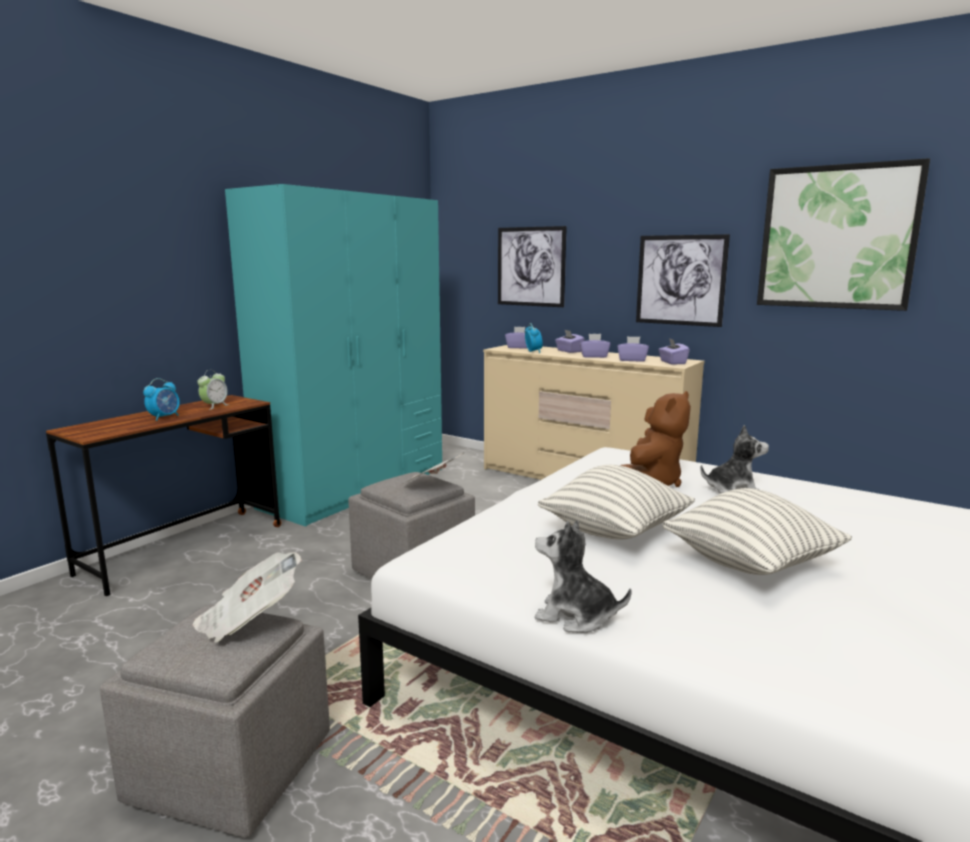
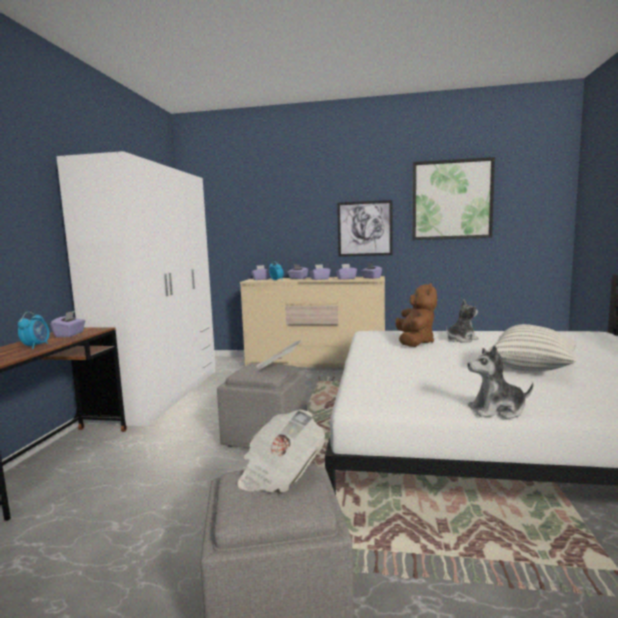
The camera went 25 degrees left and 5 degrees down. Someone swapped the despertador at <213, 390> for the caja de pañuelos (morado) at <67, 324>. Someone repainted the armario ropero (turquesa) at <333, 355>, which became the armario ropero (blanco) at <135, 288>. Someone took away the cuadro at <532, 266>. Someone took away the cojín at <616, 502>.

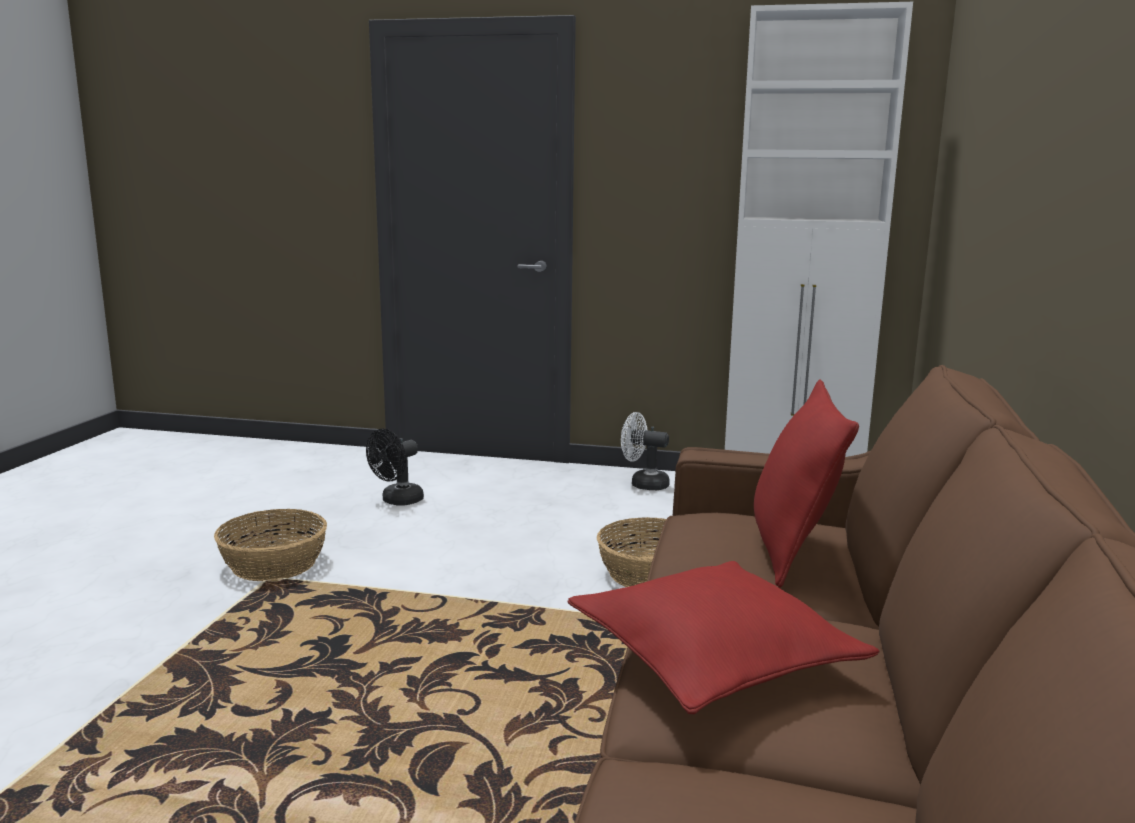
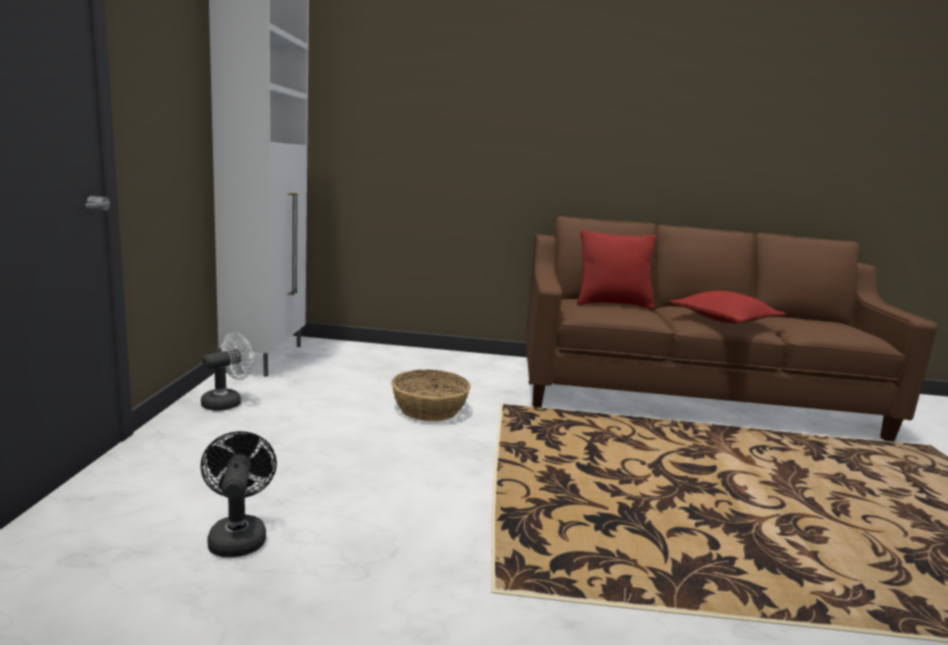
The camera went 100 degrees left and 0 degrees up. Someone rotated the ventilador (blanco) at <645, 451> by 150 degrees counterclockwise. Someone rotated the ventilador (negro) at <395, 467> by 135 degrees counterclockwise. Someone took away the cesta at <270, 545>.

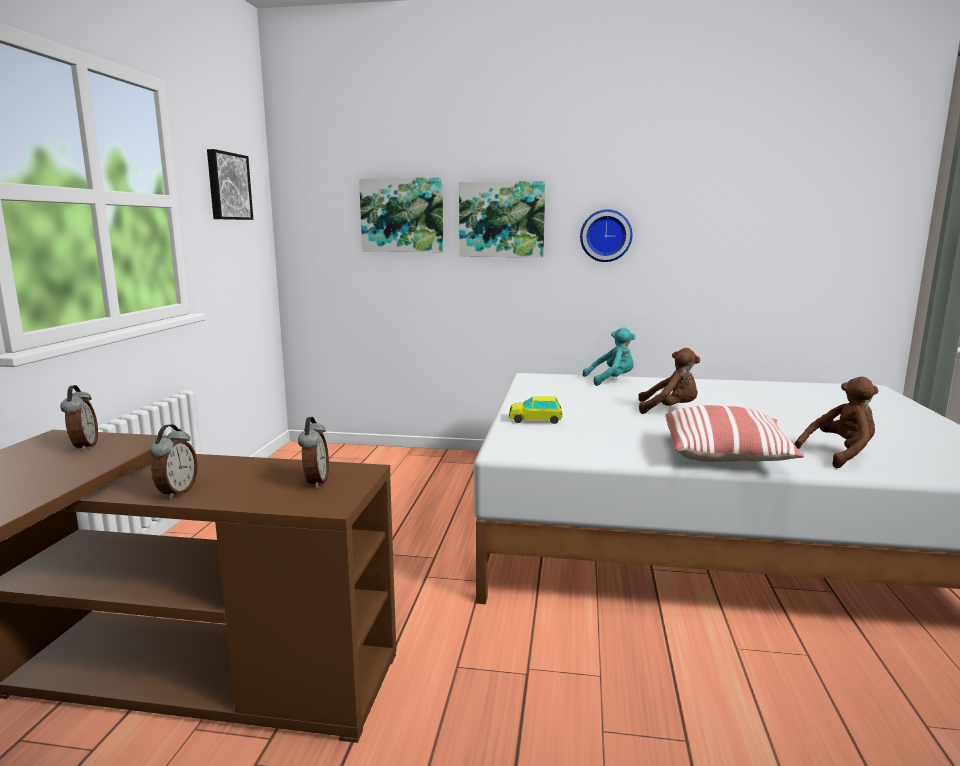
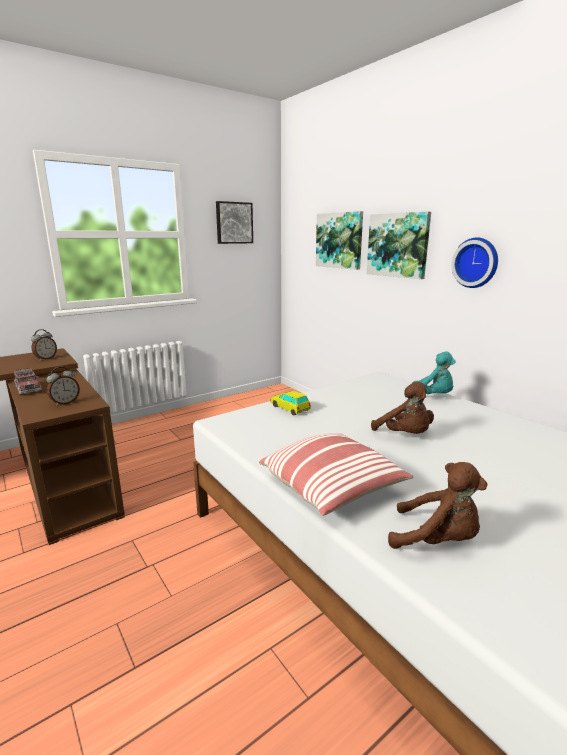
The camera went 45 degrees right and 5 degrees up. Someone swapped the despertador at <174, 461> for the camión de juguete at <28, 381>.

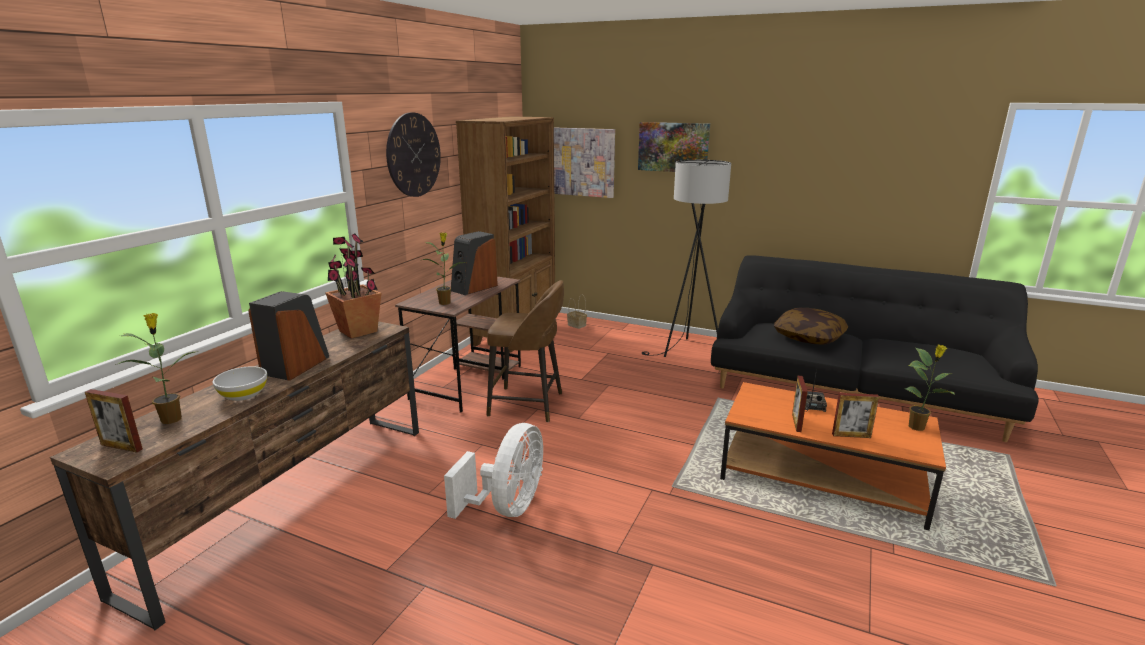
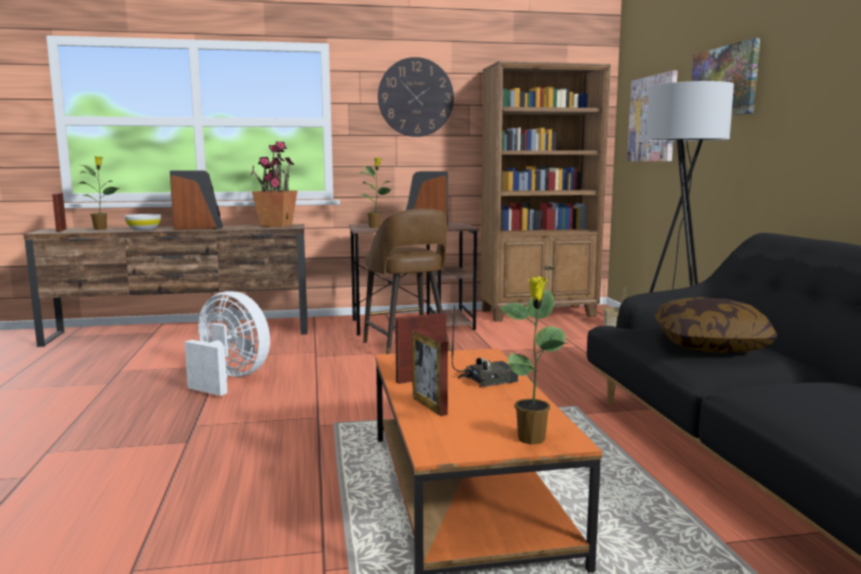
The camera went 55 degrees right and 10 degrees down. Someone rotated the ventilador (blanco) at <493, 471> by 135 degrees counterclockwise.

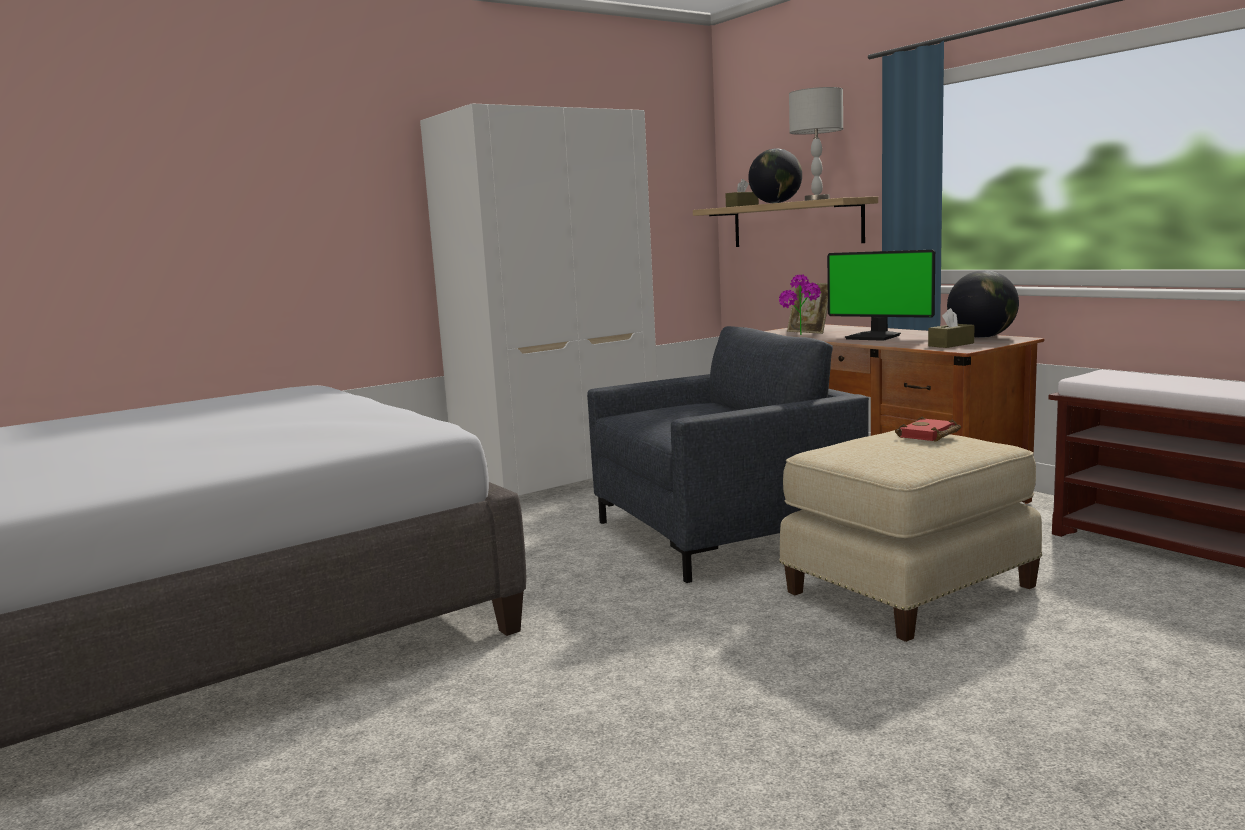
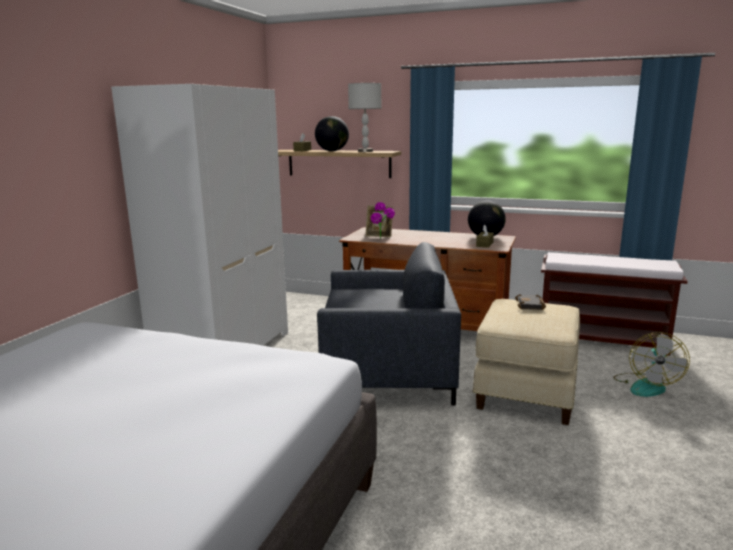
The camera went 35 degrees left and 5 degrees up. Someone rotated the sillón (gris) at <728, 454> by 60 degrees clockwise. Someone repainted the libro (rojo) at <928, 429>, which became the libro (negro) at <530, 302>. Someone put down the ventilador at <651, 364>. Someone took away the monitor at <881, 295>.

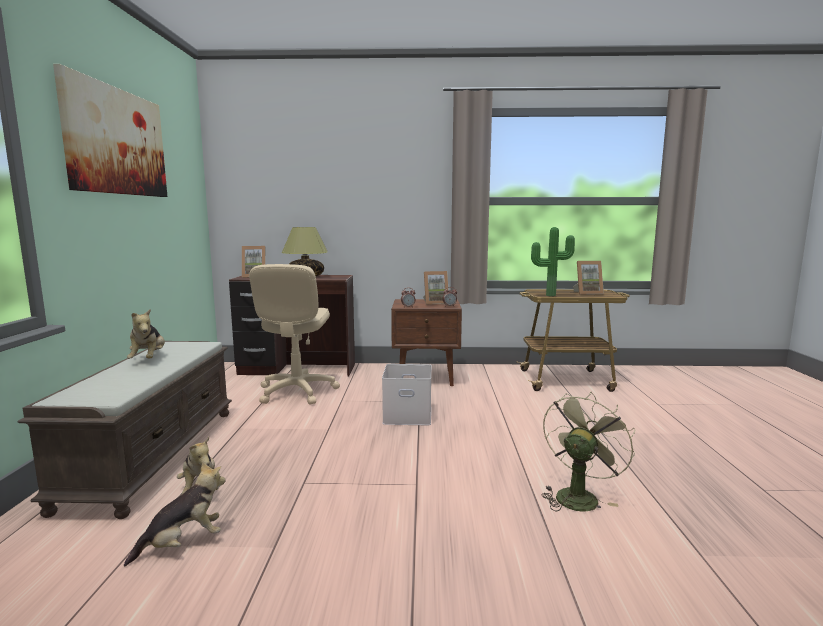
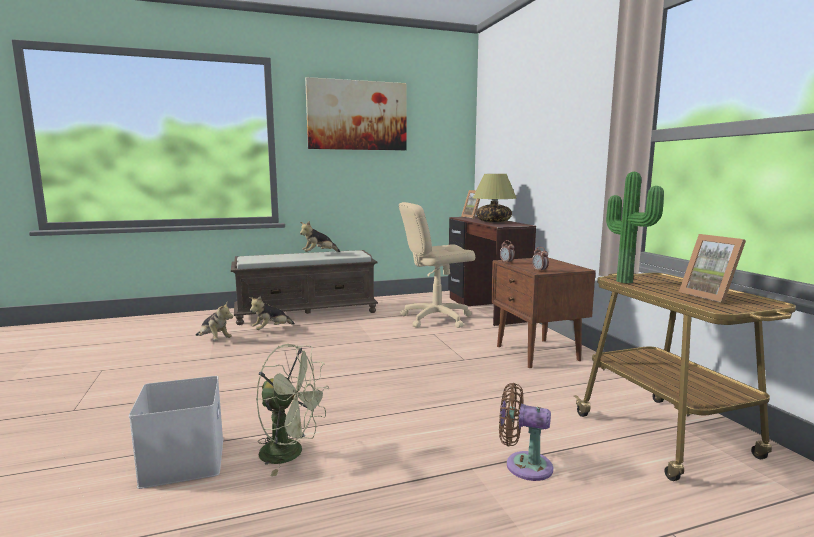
The camera went 70 degrees right and 0 degrees up. Someone carried the caja de almacenaje (blanco) from <406, 394> to <176, 432>. Someone put down the ventilador (marrón) at <526, 432>. Someone took away the portarretratos at <436, 288>.

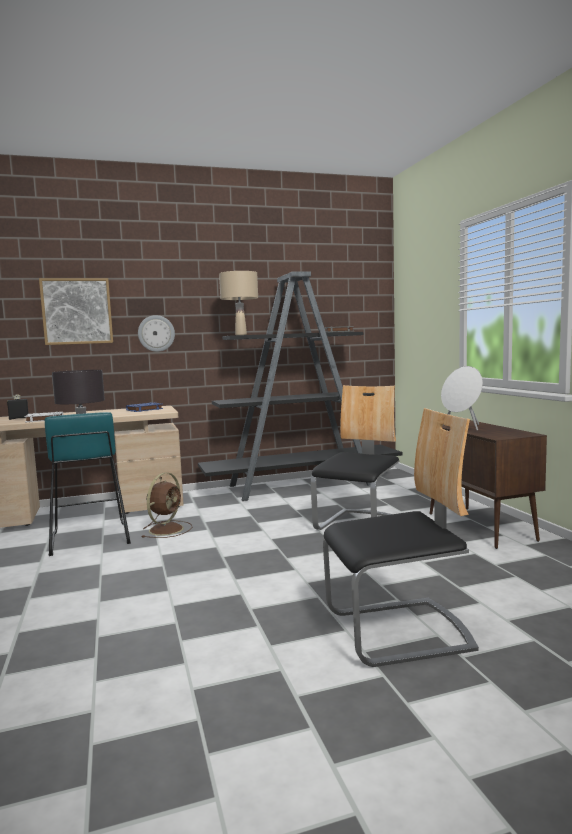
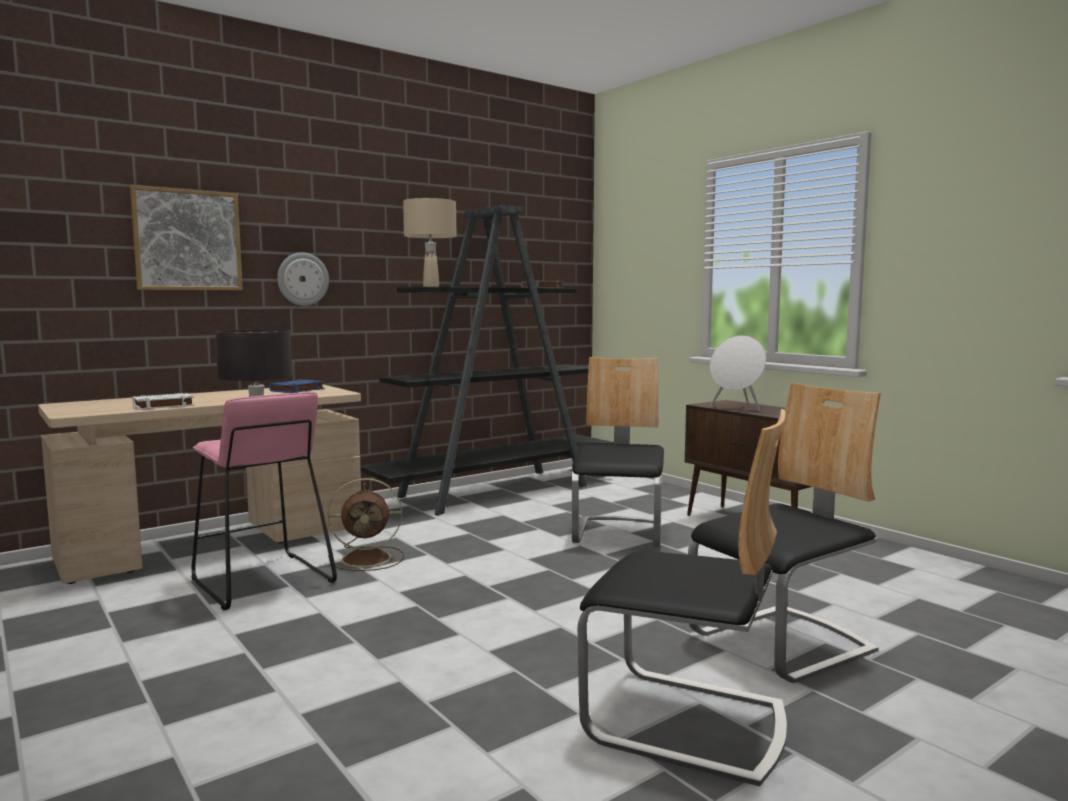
The camera went 20 degrees left and 0 degrees up. Someone repainted the taburete (turquesa) at <88, 484>, which became the taburete (rosa) at <264, 501>. Someone rotated the ventilador (marrón) at <166, 505> by 75 degrees clockwise. Someone put down the silla at <682, 597>. Someone took away the botella (negro) at <18, 407>.

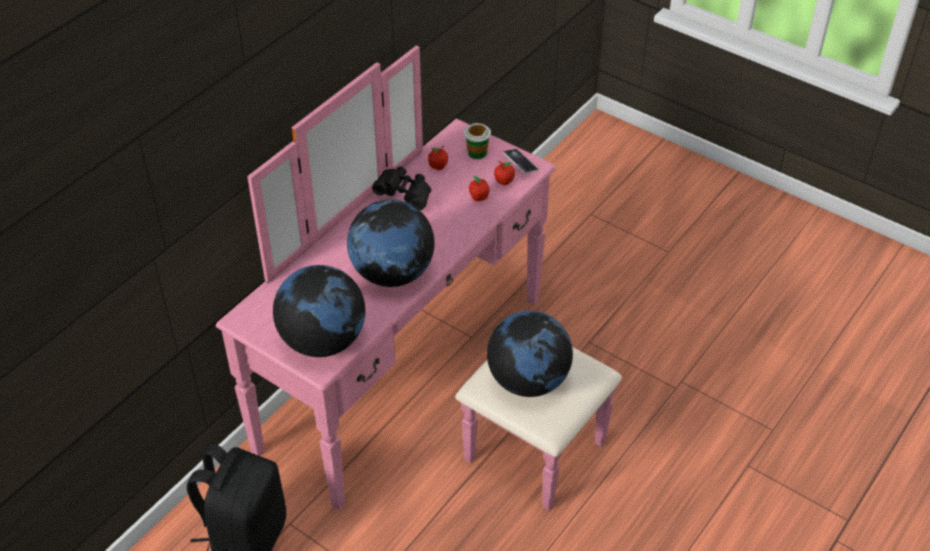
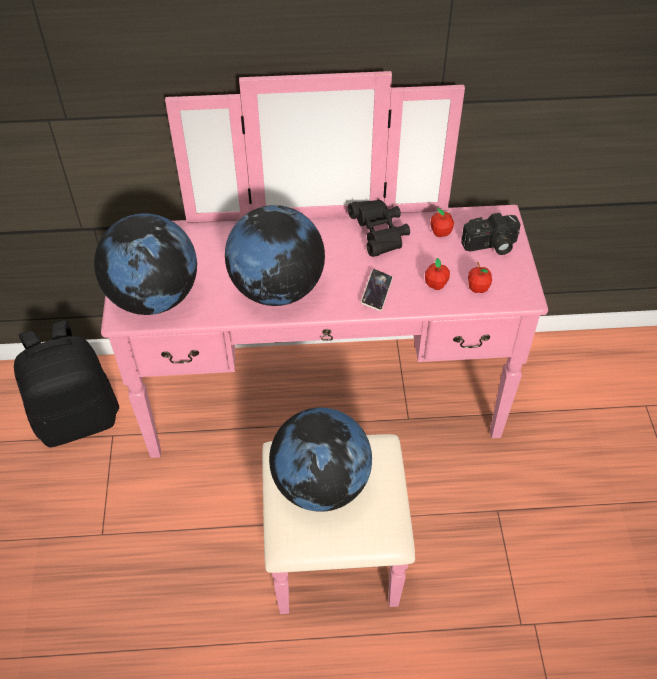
The camera went 50 degrees right and 5 degrees up. Someone carried the móvil from <520, 161> to <377, 290>. Someone swapped the taza at <477, 141> for the cámara at <491, 234>.

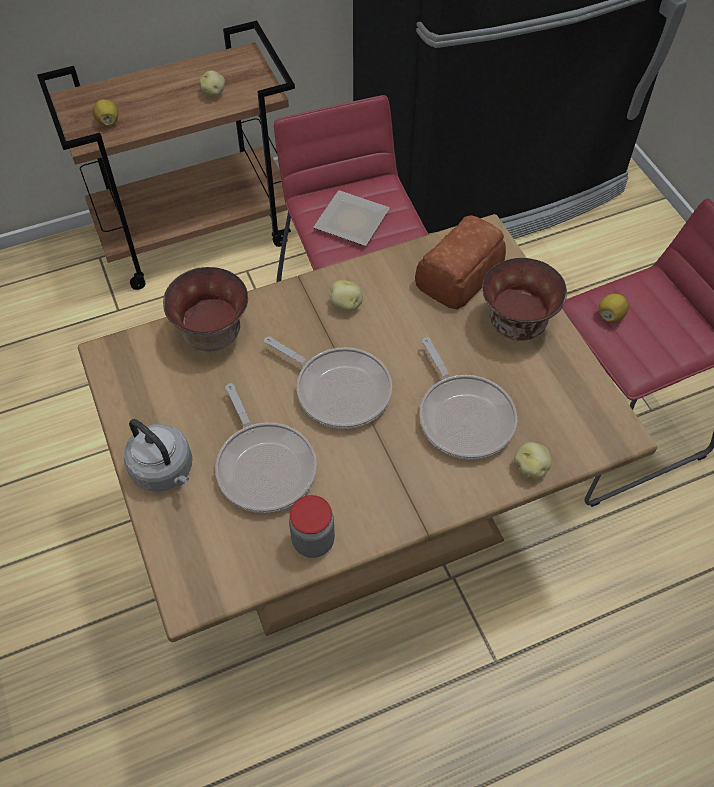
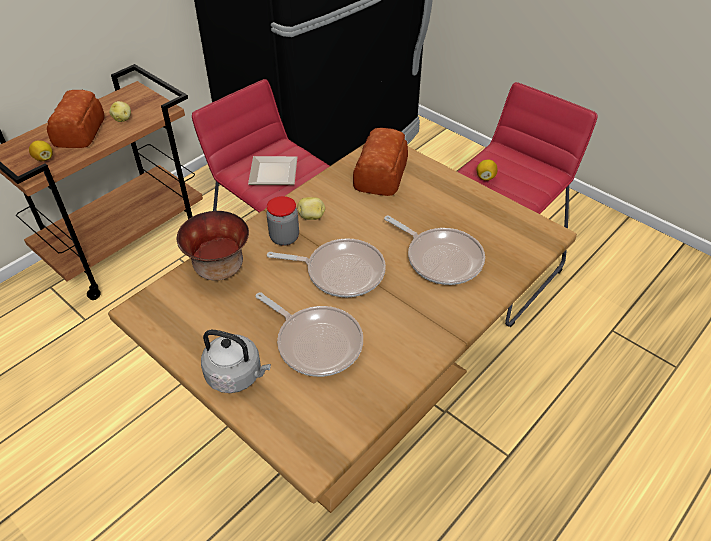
The camera went 25 degrees left and 10 degrees down. Someone put down the pan at <76, 119>. Someone carried the tarro from <312, 526> to <282, 221>. Someone took away the cuenco at <524, 299>. Someone took away the patata at <533, 460>.

